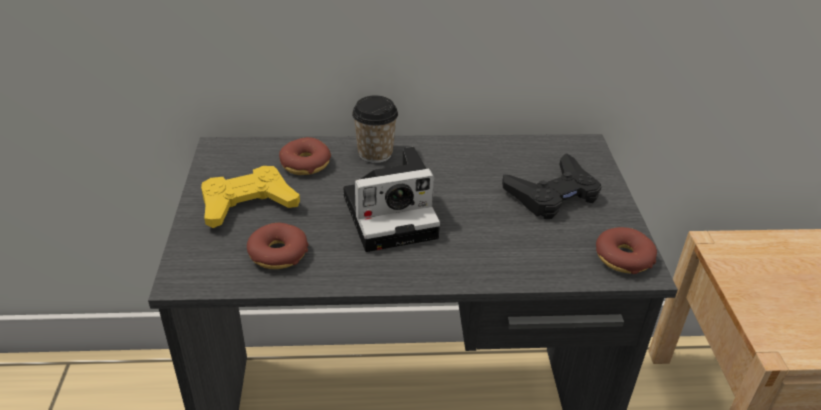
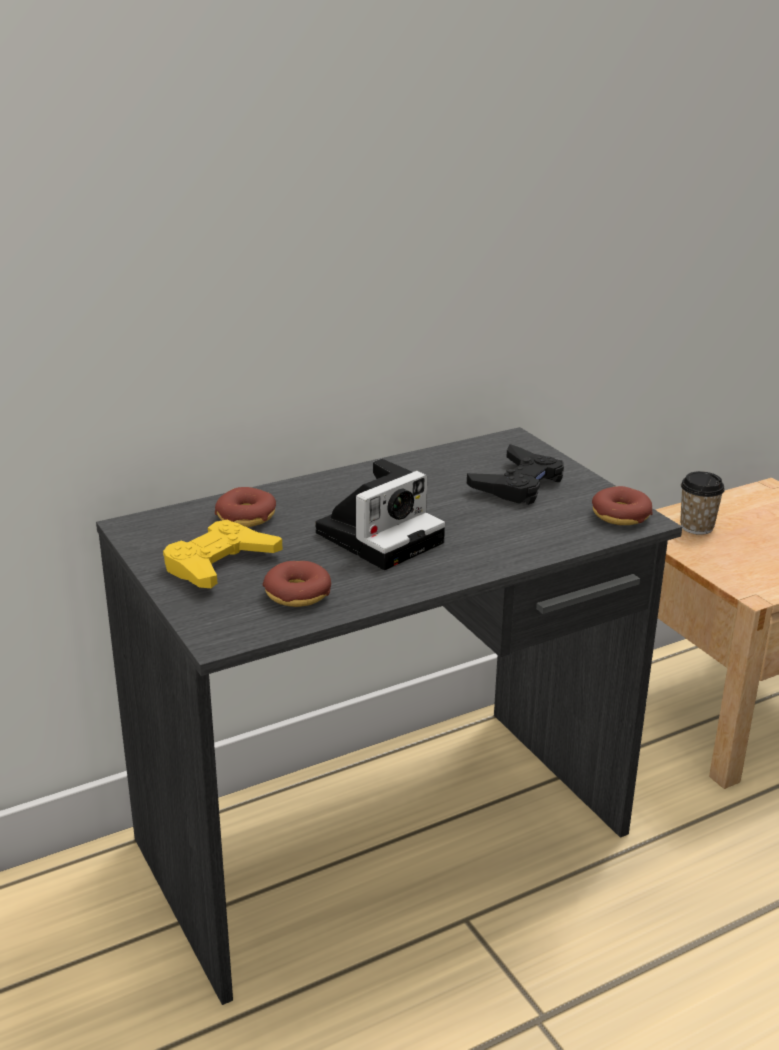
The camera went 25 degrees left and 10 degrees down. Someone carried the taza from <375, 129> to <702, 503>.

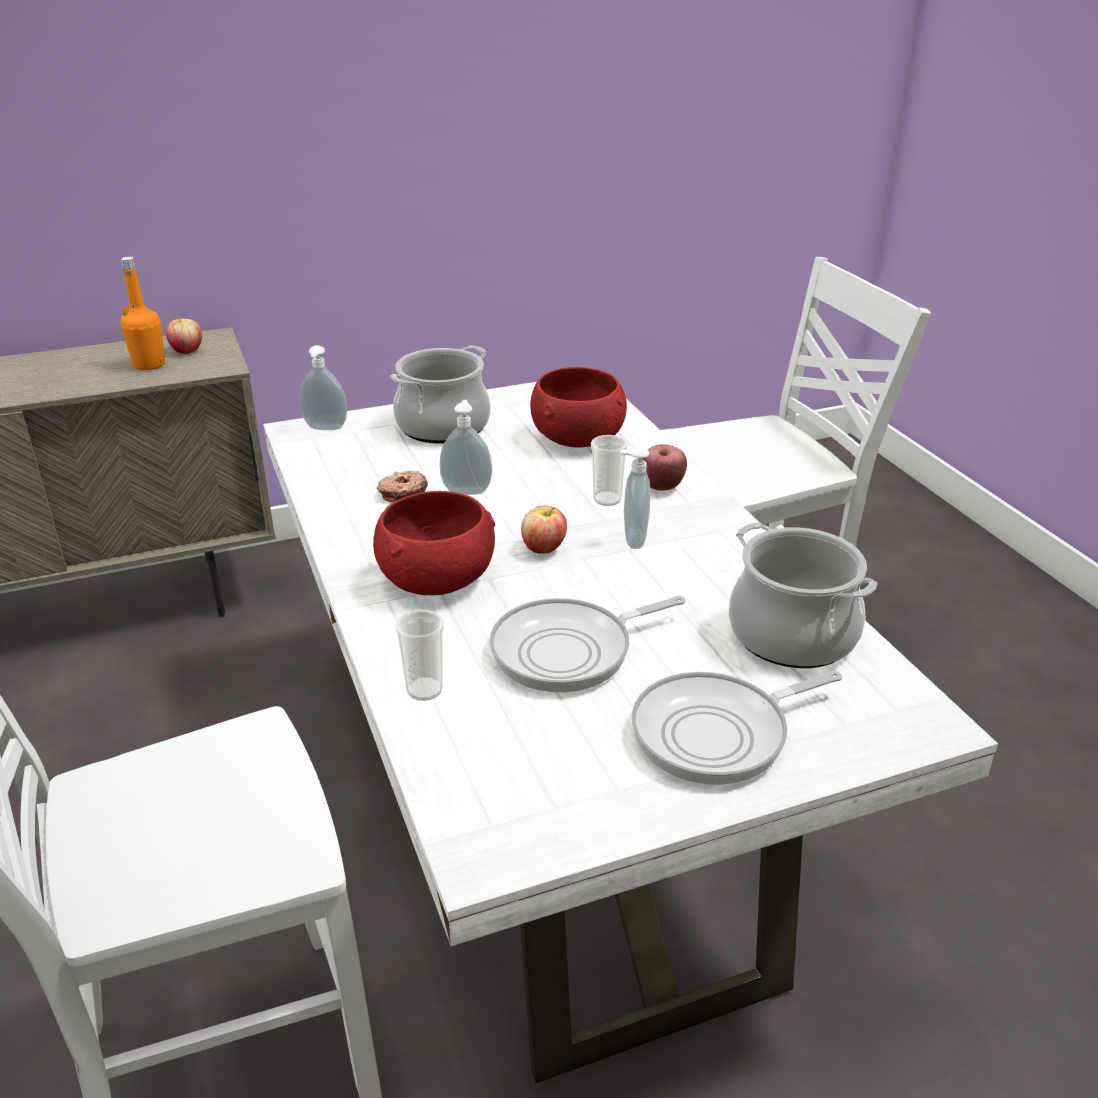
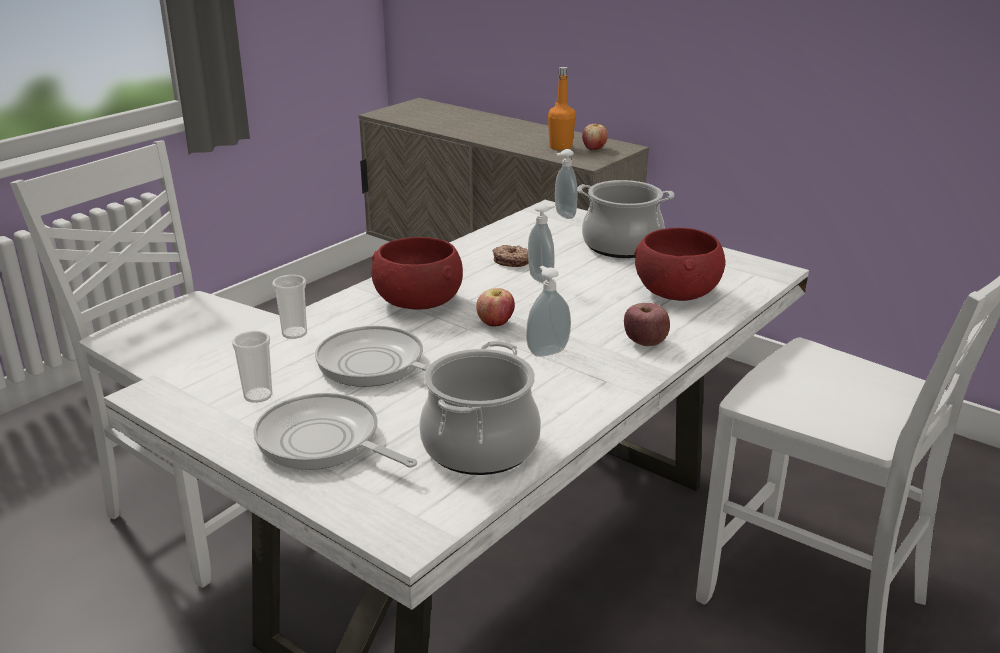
The camera went 60 degrees right and 5 degrees down. Someone carried the taza from <609, 470> to <252, 367>.

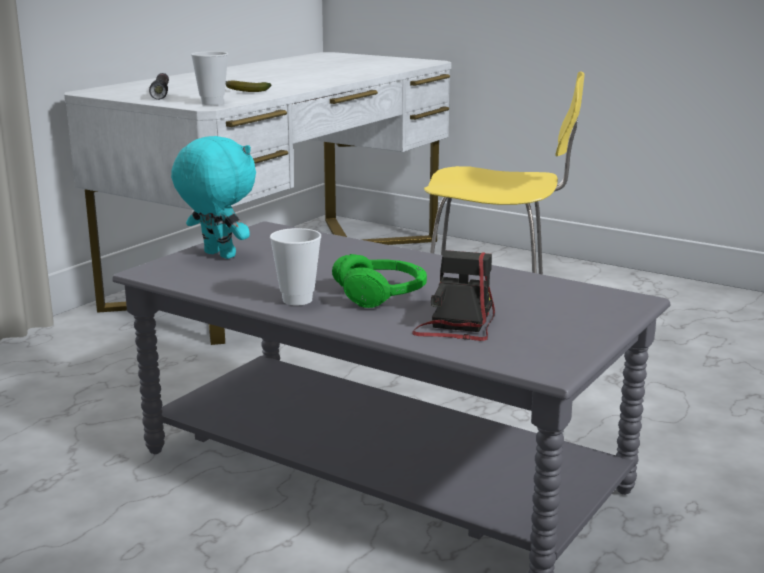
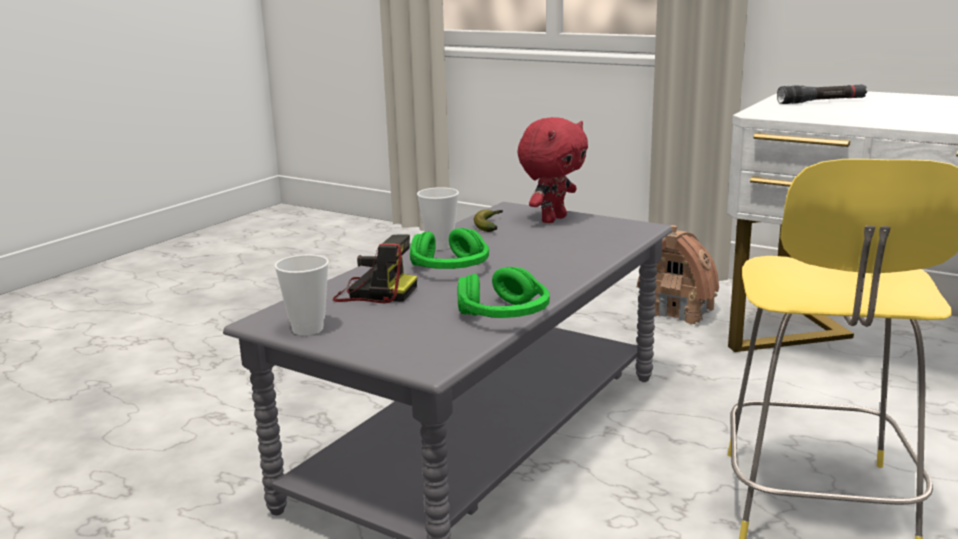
The camera went 90 degrees right and 0 degrees up. Someone carried the taza from <209, 78> to <301, 294>. Someone put down the auriculares (verde) at <503, 292>. Someone carried the plátano from <248, 86> to <488, 221>. Someone repainted the peluche (turquesa) at <213, 197>, which became the peluche (rojo) at <552, 170>. Someone put down the casita at <678, 275>.

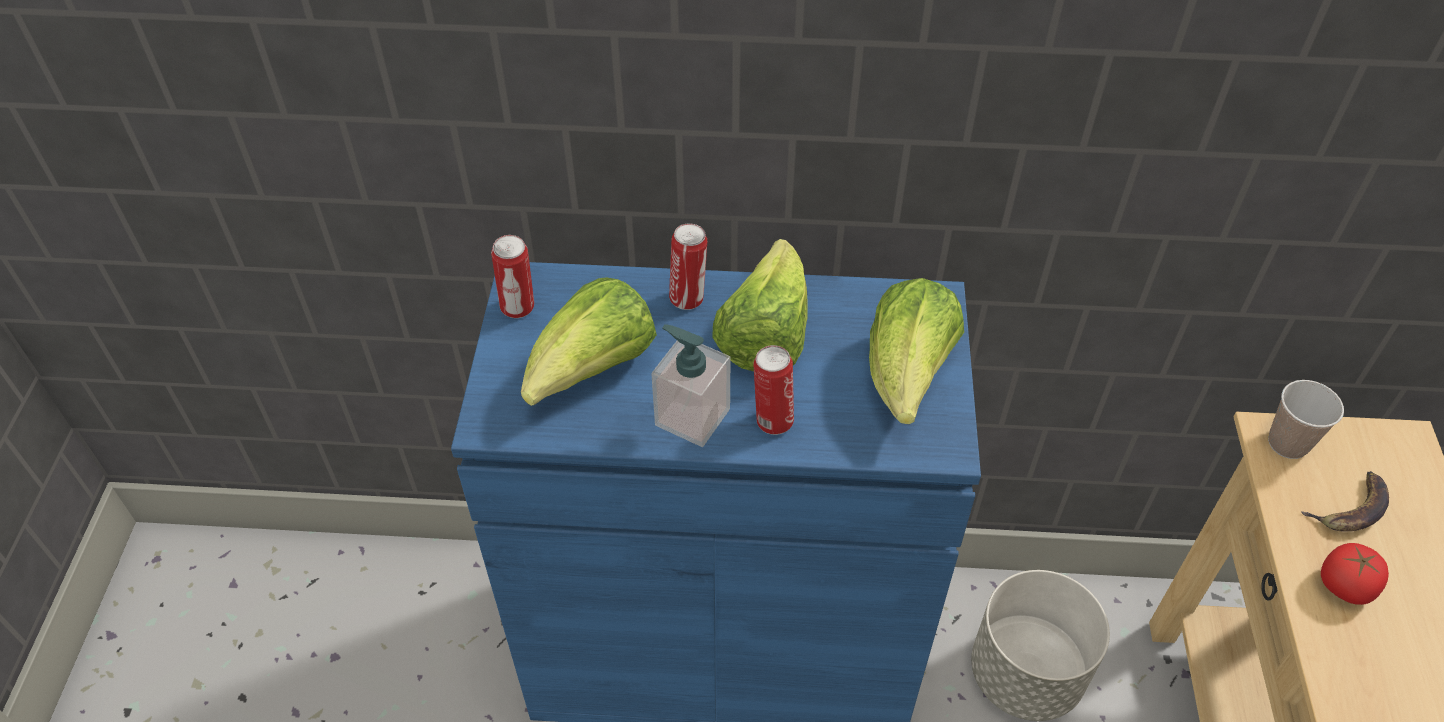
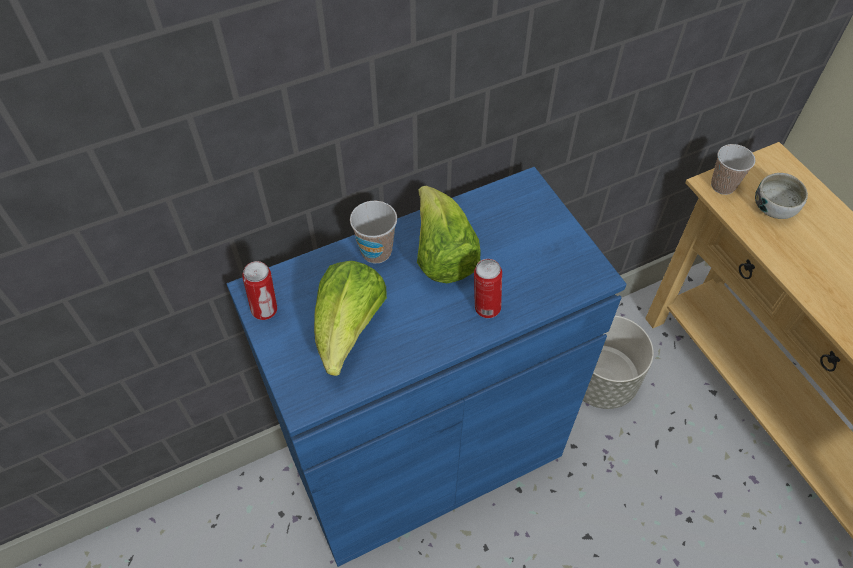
The camera went 30 degrees left and 5 degrees up. Someone swapped the lata at <688, 267> for the taza at <373, 232>. Someone swapped the plátano at <1345, 501> for the cuenco at <781, 196>. Someone took away the dispensador de jabón at <691, 385>. Someone took away the lechuga at <916, 351>. Someone took away the tomate at <1355, 574>.

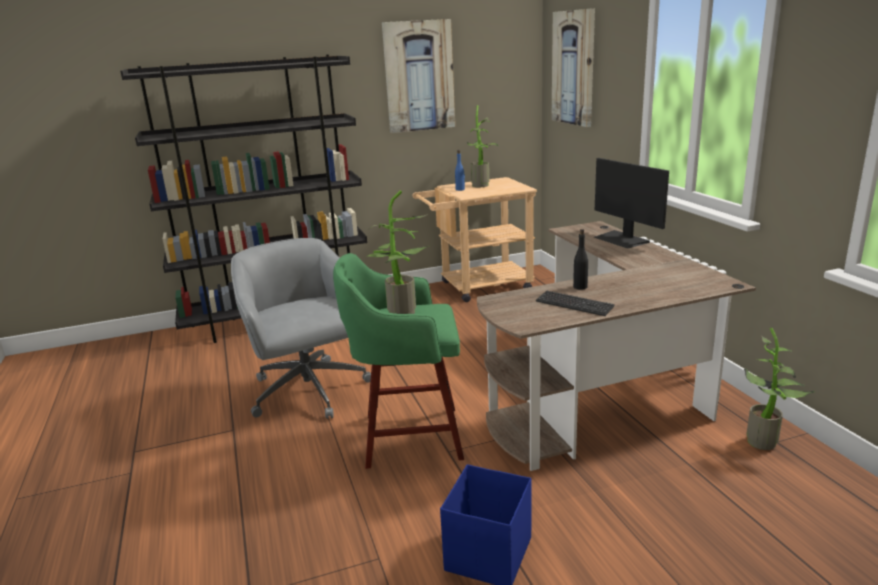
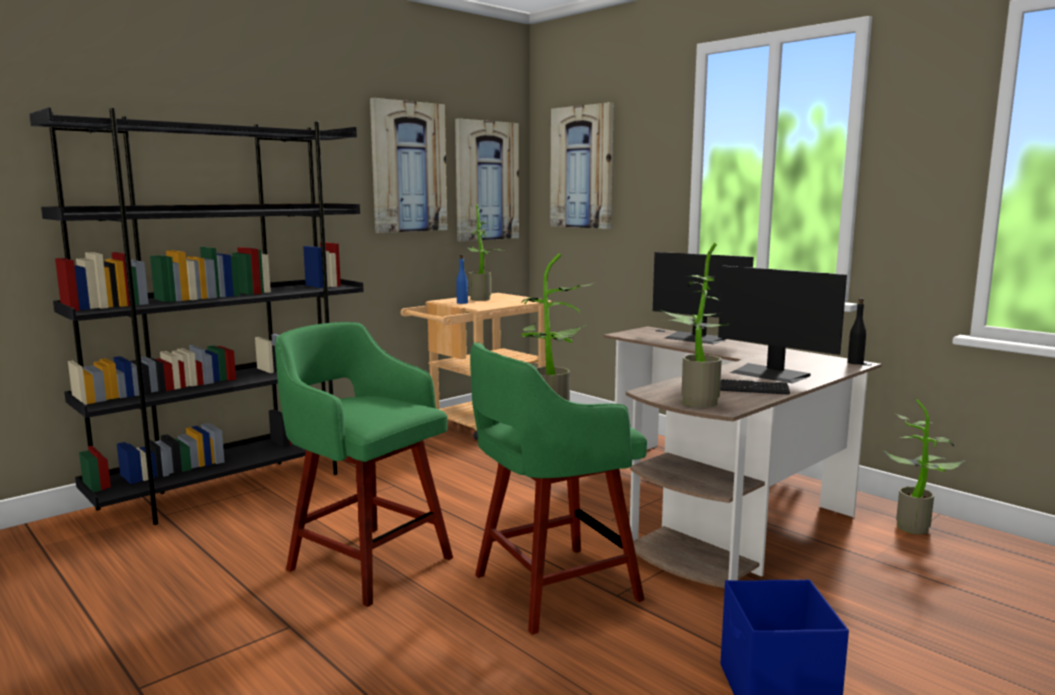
The camera went 25 degrees left and 10 degrees down. Someone swapped the silla de oficina (gris) at <301, 328> for the taburete (verde) at <364, 464>. Someone put up the cuadro at <487, 179>. Someone put down the planta en maceta at <695, 325>. Someone put down the monitor at <782, 325>. Someone carried the botella (negro) from <580, 259> to <856, 331>.

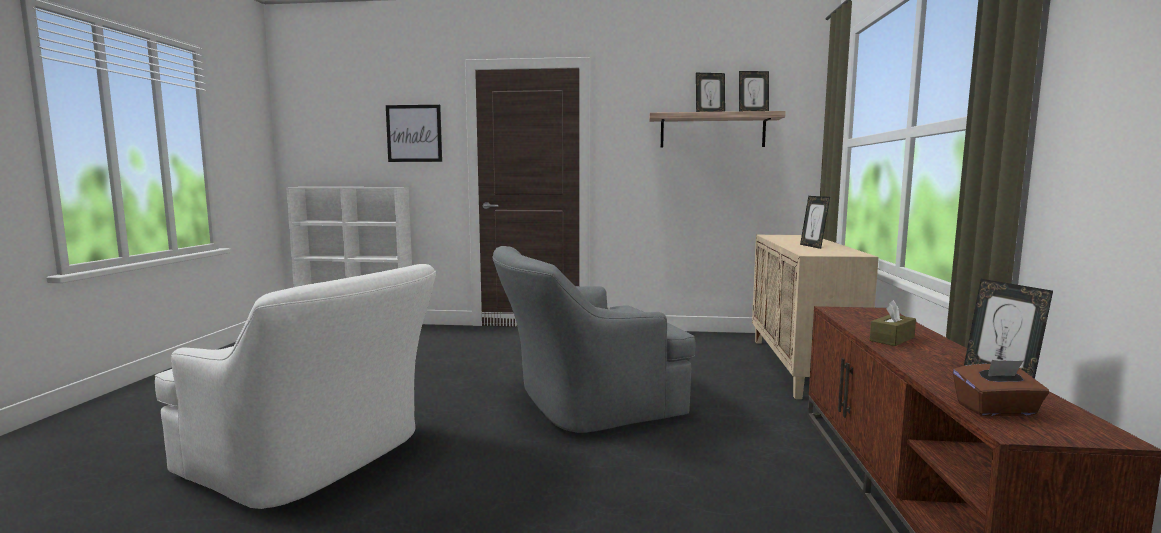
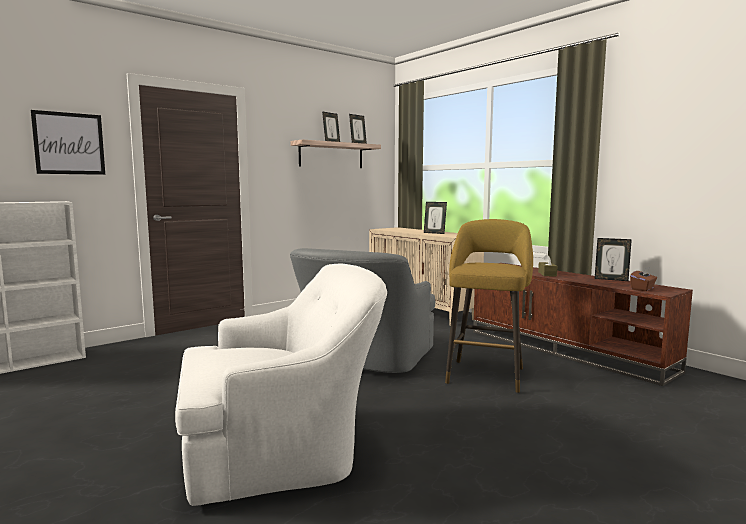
The camera went 45 degrees left and 0 degrees up. Someone put down the taburete (amarillo) at <489, 306>.

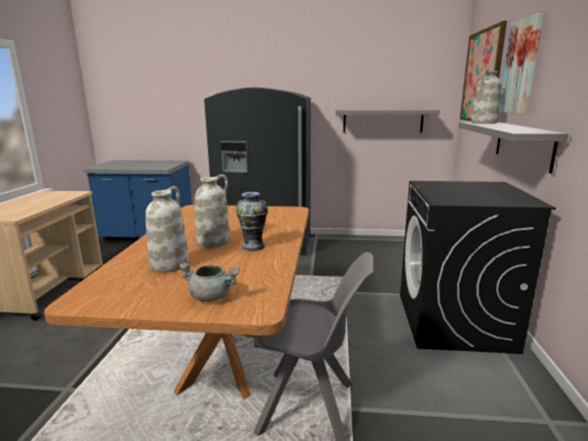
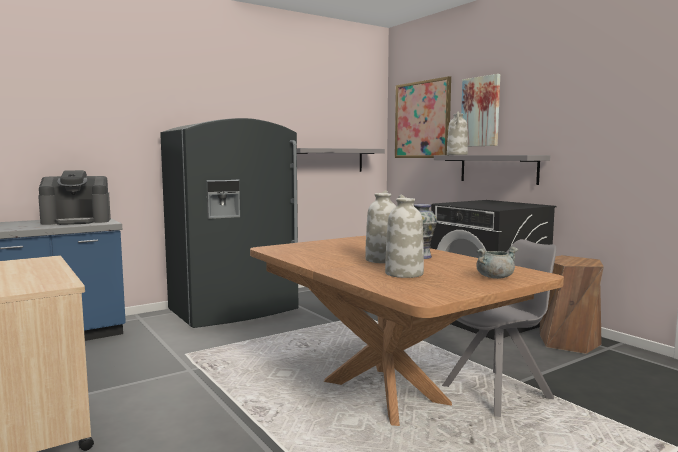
The camera went 40 degrees left and 10 degrees down. Someone put down the cafetera at <74, 197>. Someone put down the taburete (marrón) at <572, 304>.

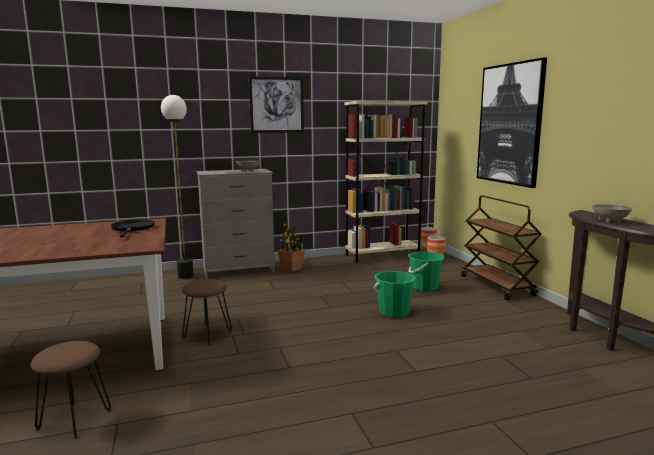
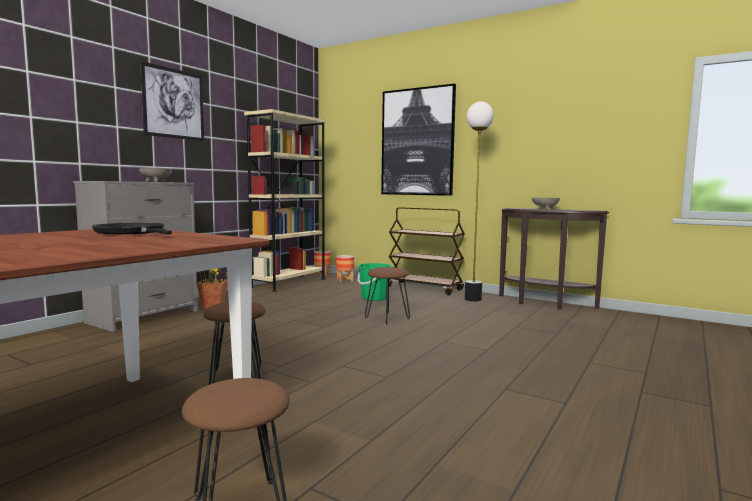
The camera went 40 degrees left and 5 degrees down. Someone swapped the cubo (verde) at <395, 294> for the taburete (marrón) at <387, 296>. Someone carried the lámpara de pie from <177, 187> to <479, 201>.

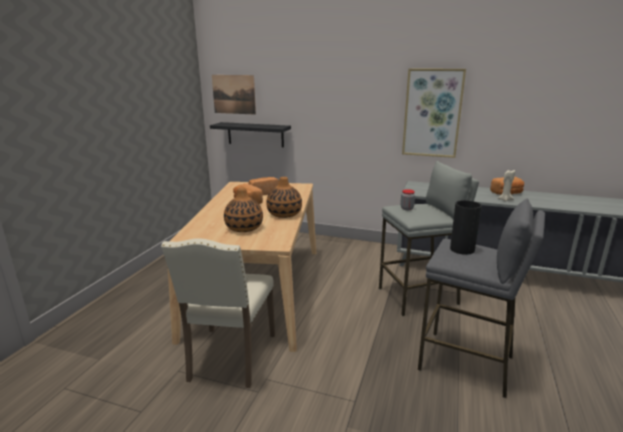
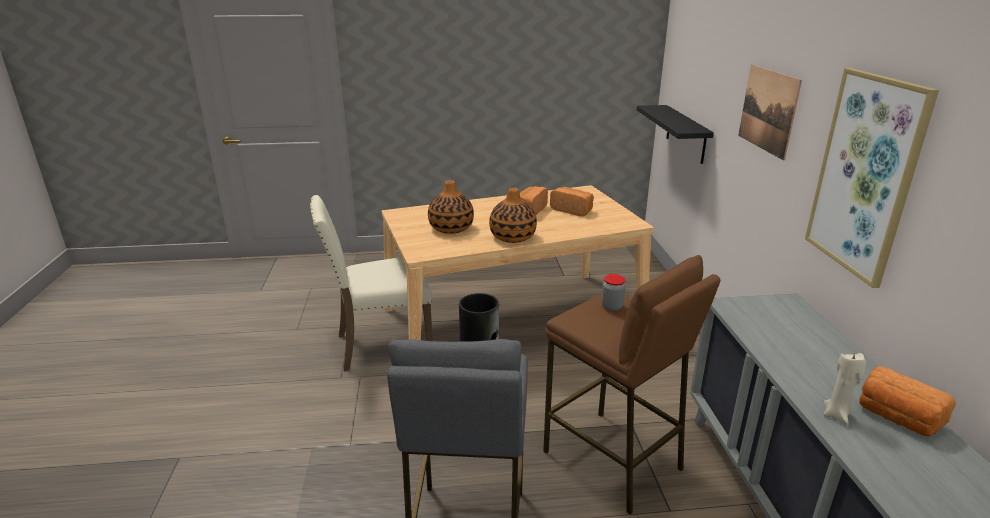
The camera went 65 degrees right and 5 degrees up. Someone repainted the taburete (gris) at <429, 238>, which became the taburete (marrón) at <631, 385>. Someone carried the cuadro from <234, 95> to <770, 112>.

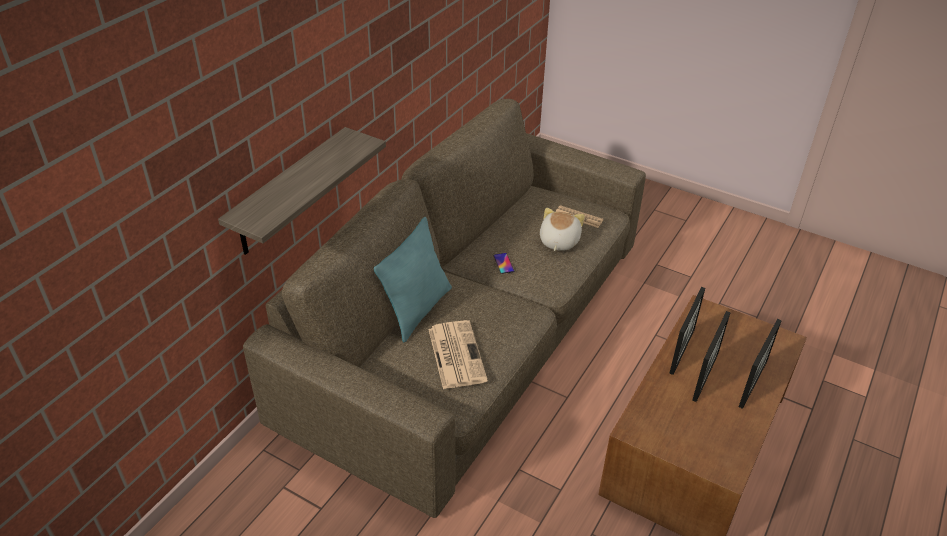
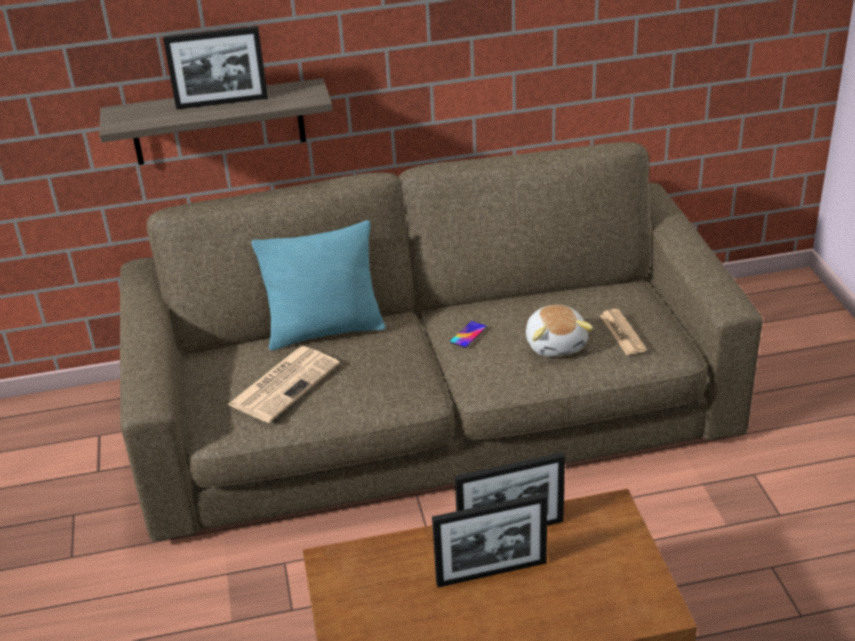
The camera went 50 degrees right and 5 degrees down. Someone carried the portarretratos from <760, 364> to <215, 68>. Someone rotated the peluche at <562, 229> by 105 degrees clockwise.

